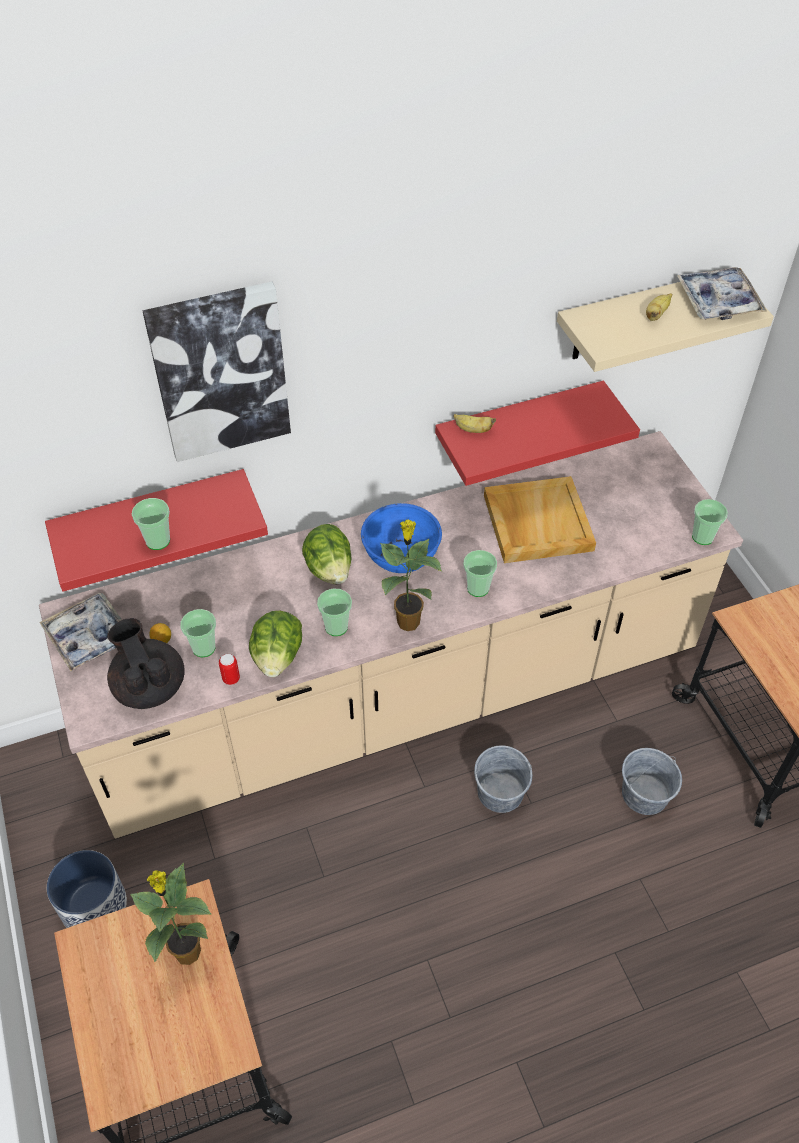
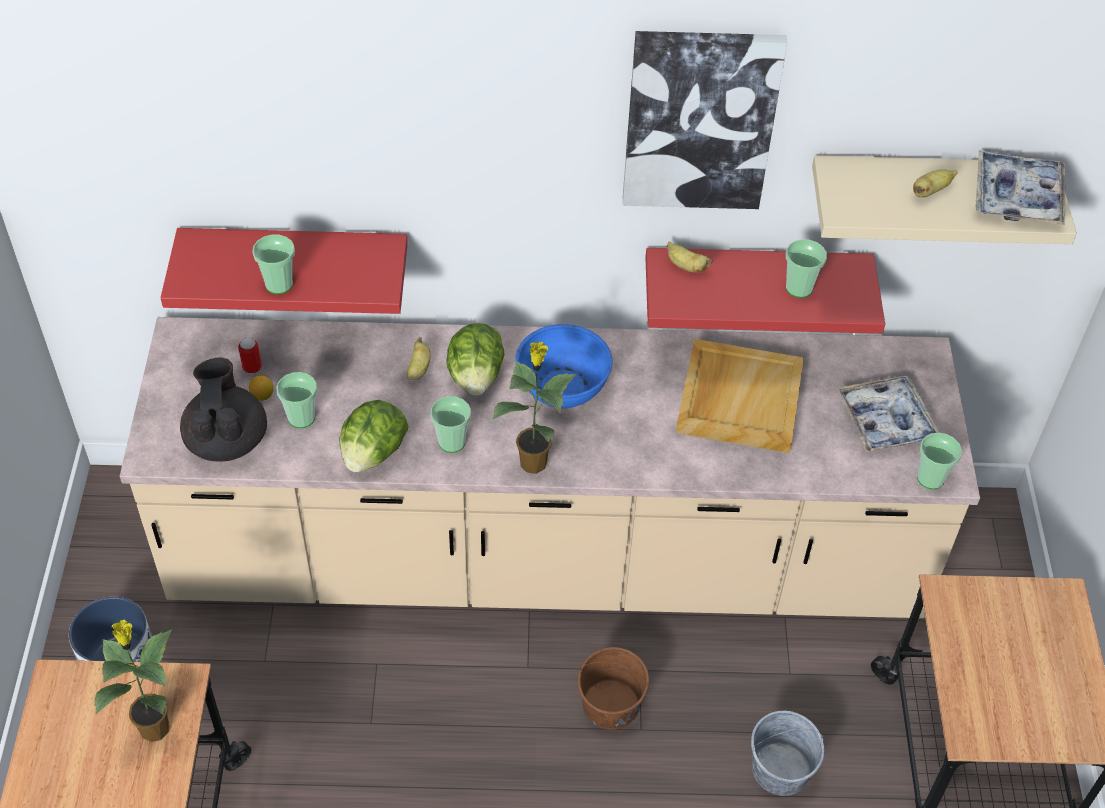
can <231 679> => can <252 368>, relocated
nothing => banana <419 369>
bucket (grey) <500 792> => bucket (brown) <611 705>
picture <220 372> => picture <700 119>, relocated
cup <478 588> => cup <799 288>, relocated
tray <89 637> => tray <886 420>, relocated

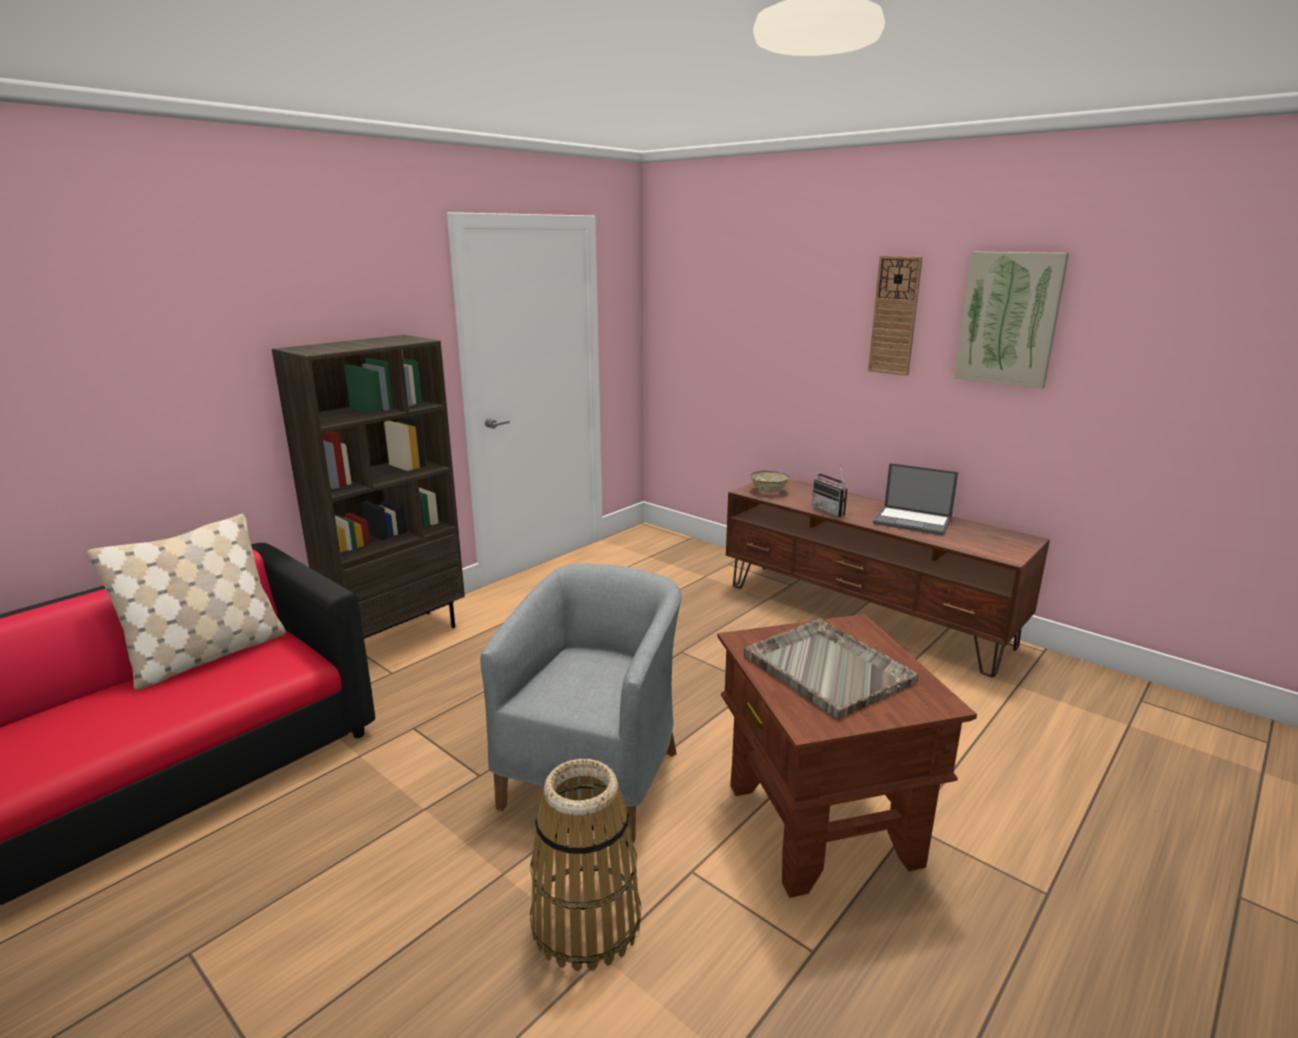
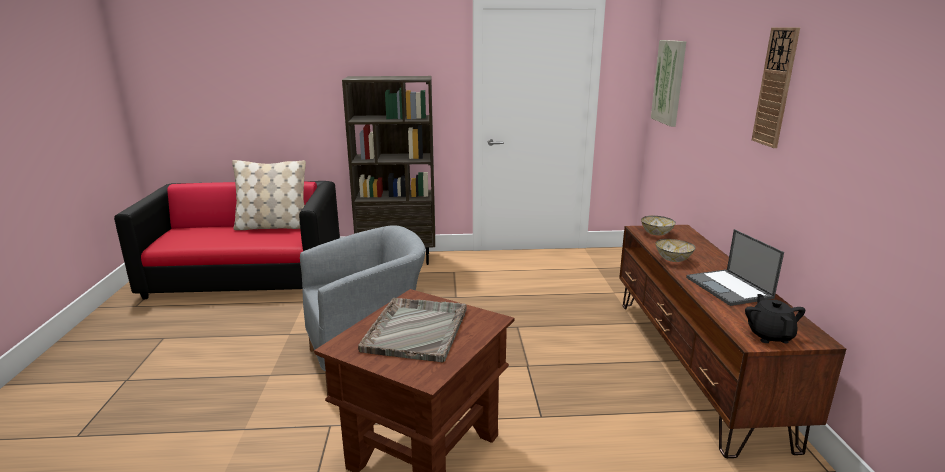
picture <1009 319> => picture <669 82>, relocated
radio <831 511> => bowl <673 259>
nothing => teapot (black) <769 335>
basket <586 921> => nothing

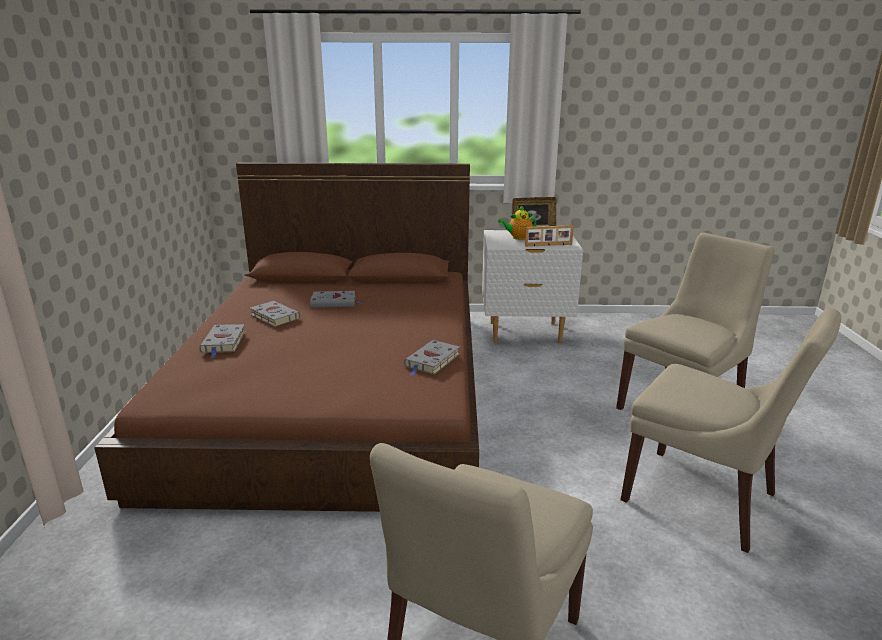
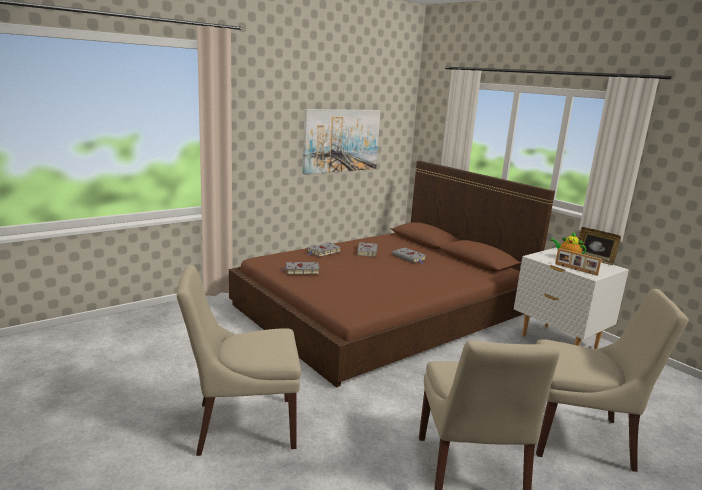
book (grey) <432 361> => book (grey) <301 270>, relocated
nothing => picture <341 140>

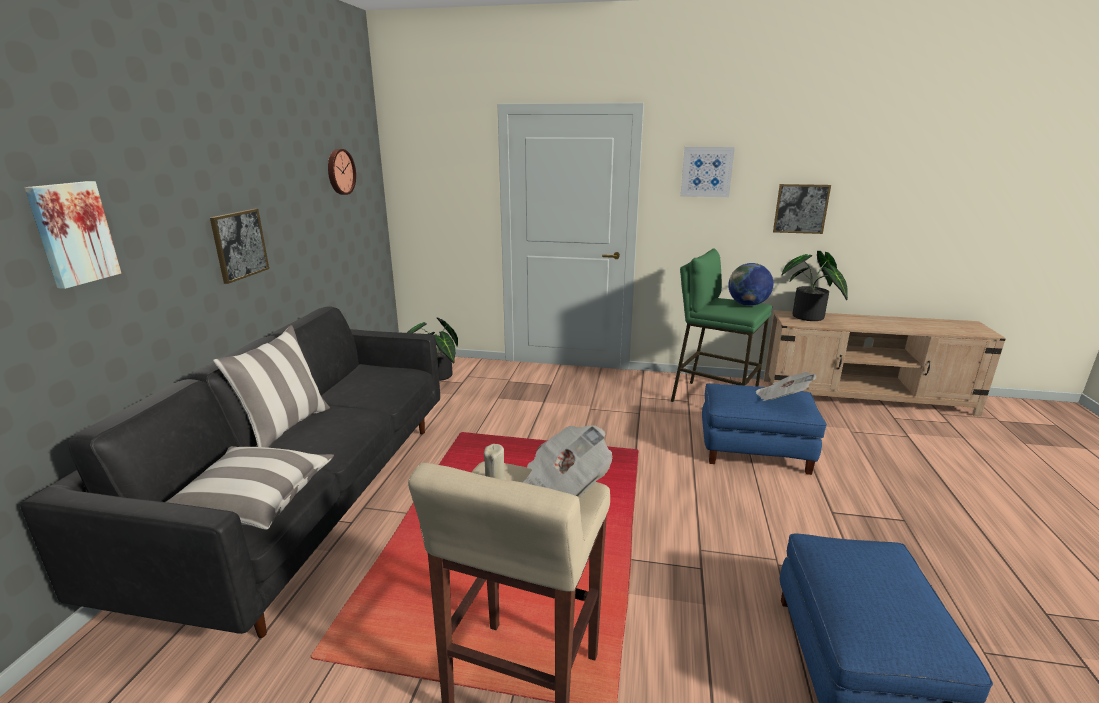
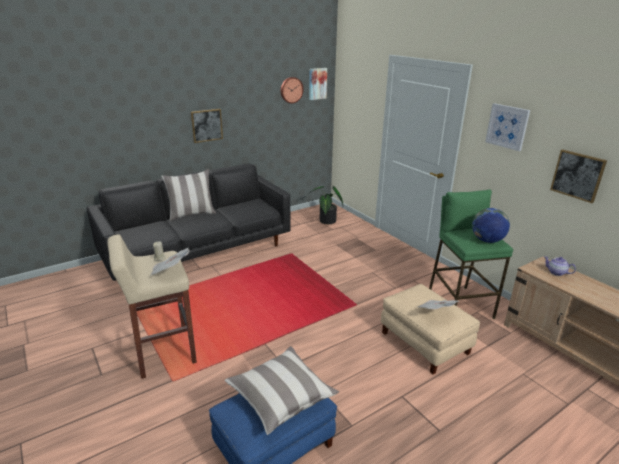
pillow <252 503> => pillow <281 397>, relocated
picture <72 233> => picture <317 83>, relocated
ottoman (blue) <755 450> => ottoman (beige) <425 342>
potted plant <809 318> => teapot <556 272>

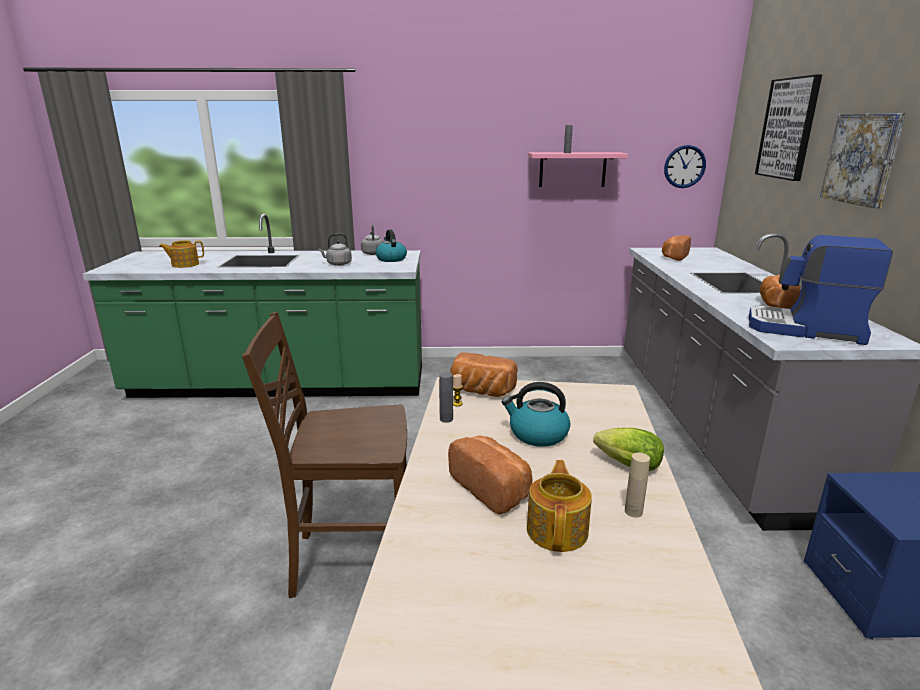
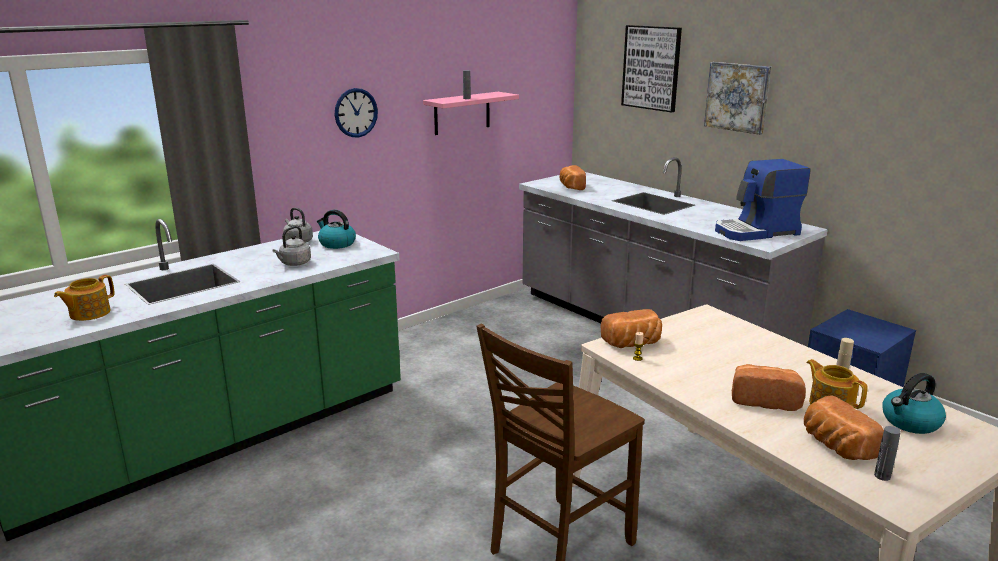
wall clock <684 166> => wall clock <356 112>, relocated
bread <775 304> => bread <835 446>, relocated
bottle (grey) <446 419> => bottle (grey) <882 476>, relocated
kettle <537 434> => kettle <910 422>, relocated
lettuce <624 464> => nothing

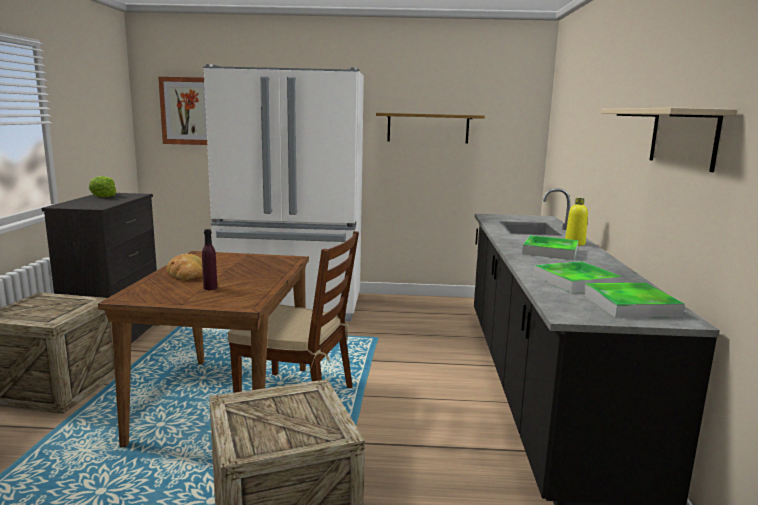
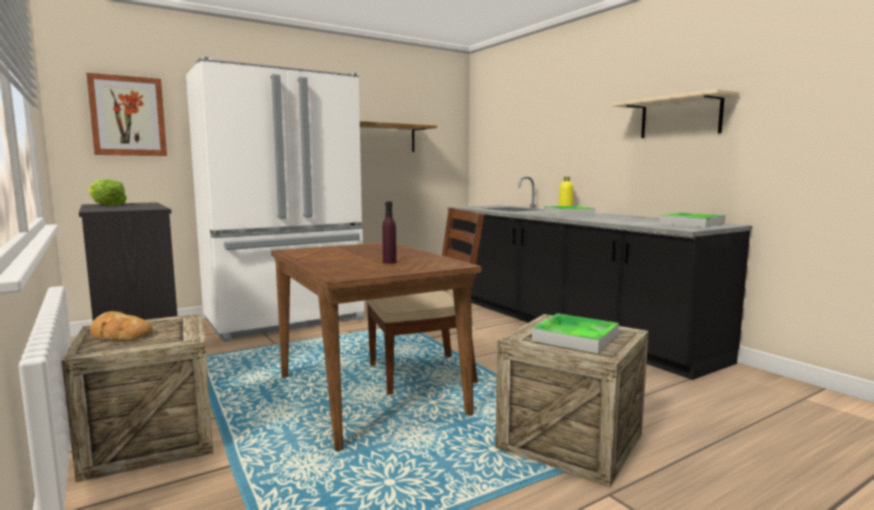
bread <186 273> => bread <119 334>, relocated
tray <575 281> => tray <575 338>, relocated

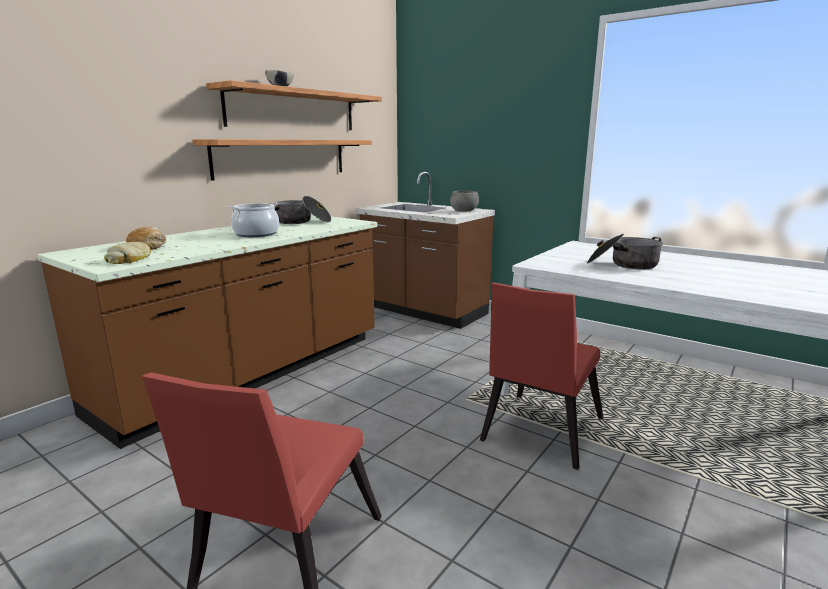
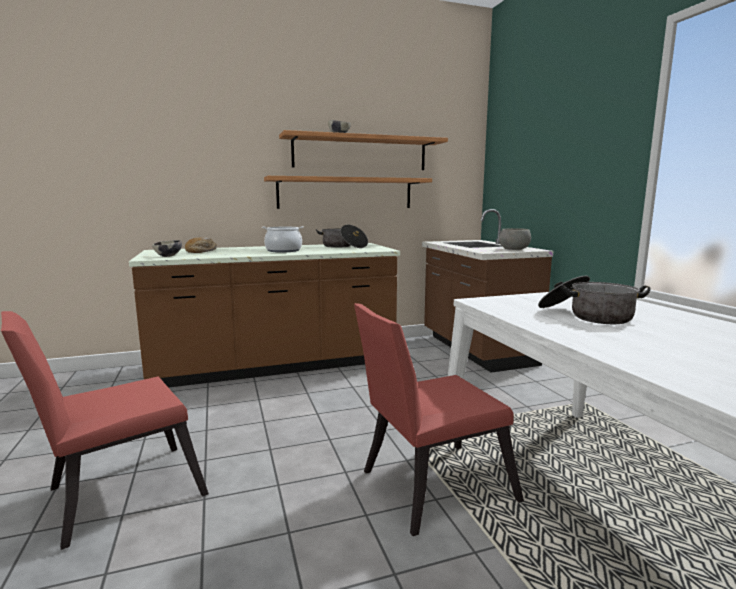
bread <131 259> => bowl <168 256>

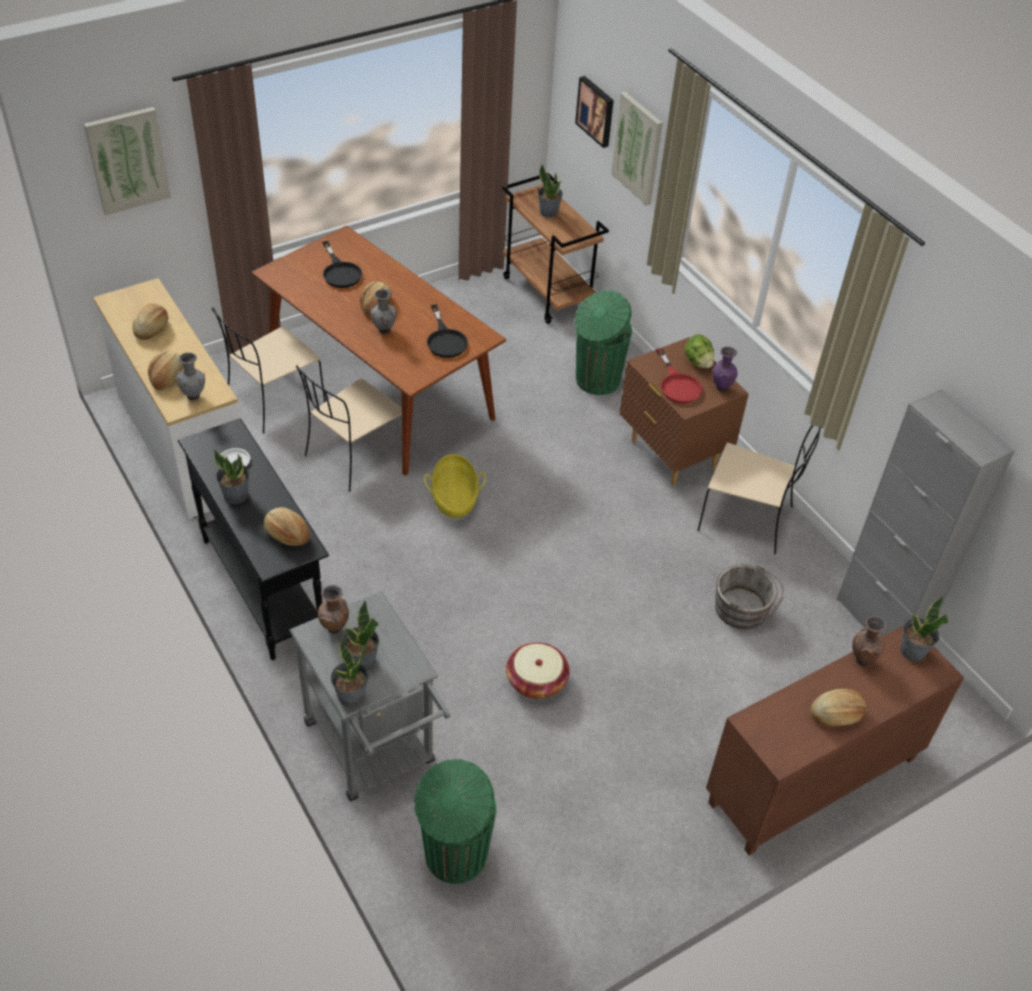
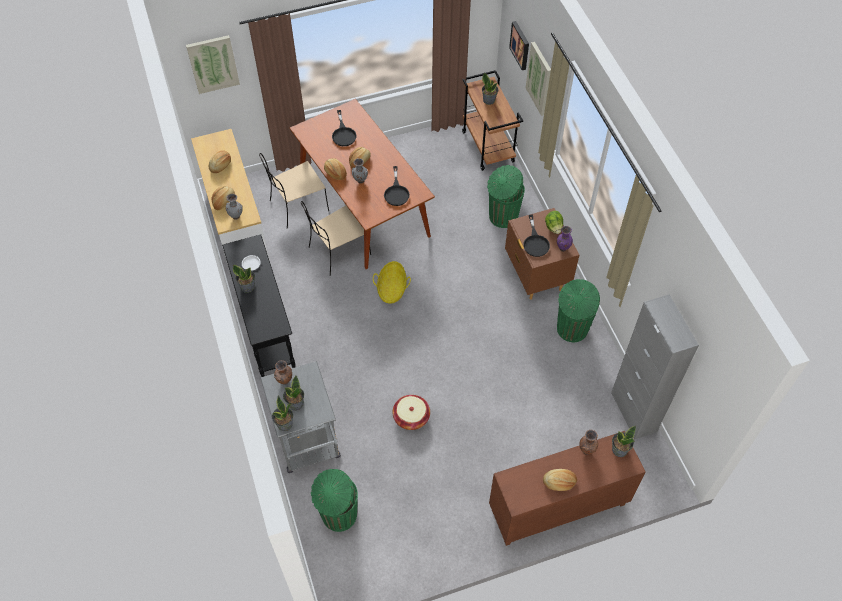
bread <286 533> => bread <335 172>, relocated
frying pan (red) <678 384> => frying pan (black) <535 242>
chair (beige) <748 519> => trash can (green) <571 329>
bucket (grey) <744 610> => nothing

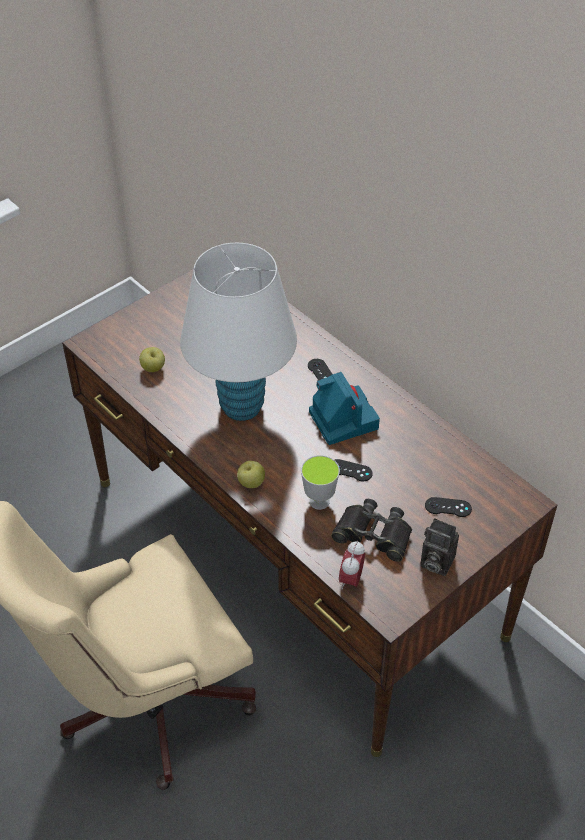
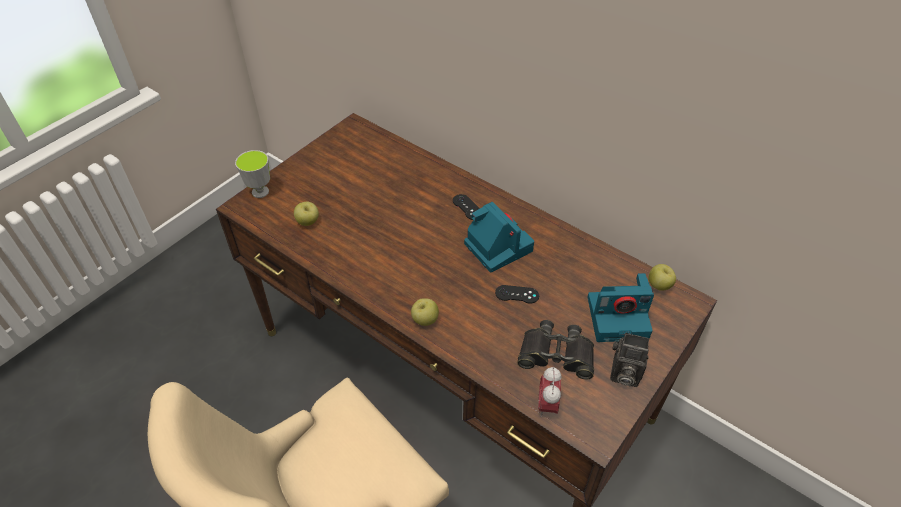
cup <319 501> => cup <260 192>, relocated
game controller (black) <448 507> => photo camera <618 317>
nothing => apple <659 285>
table lamp (white) <242 406> => nothing

